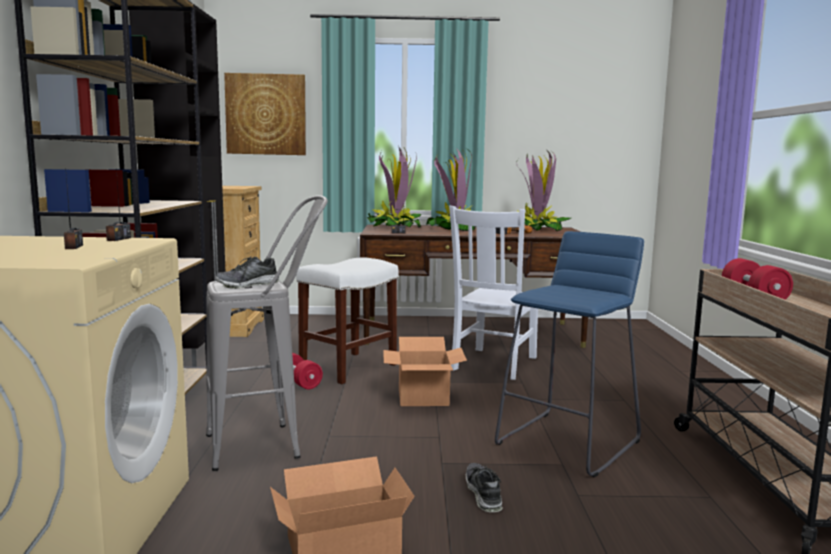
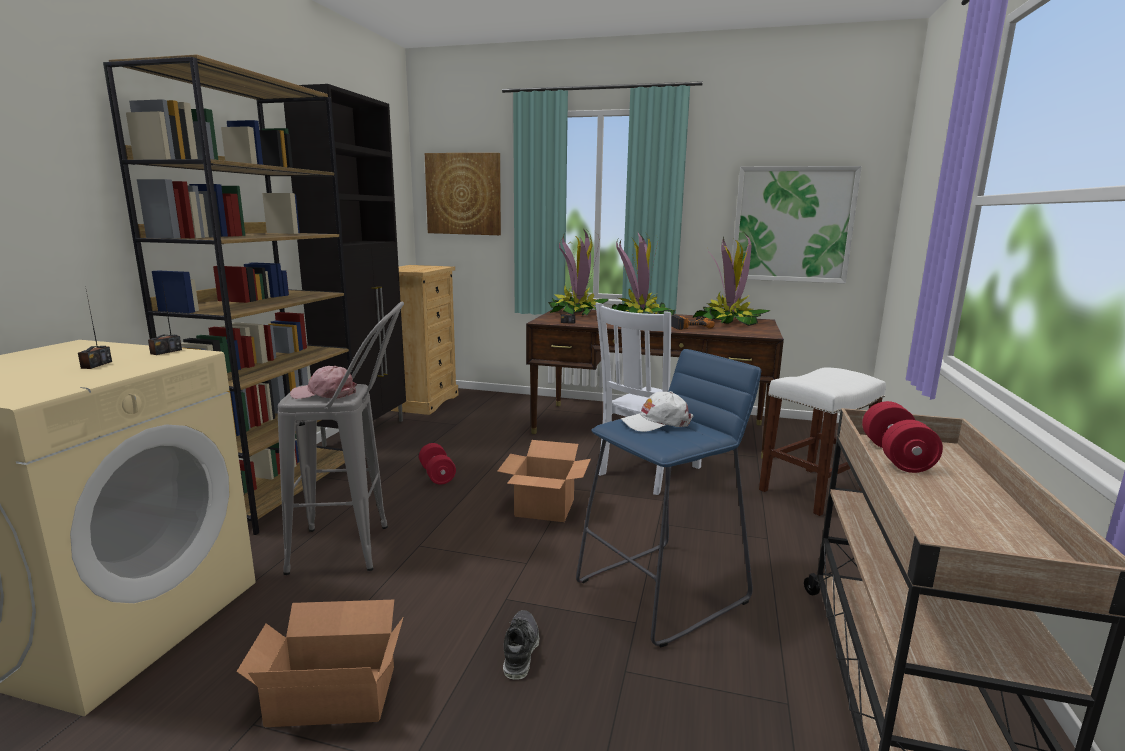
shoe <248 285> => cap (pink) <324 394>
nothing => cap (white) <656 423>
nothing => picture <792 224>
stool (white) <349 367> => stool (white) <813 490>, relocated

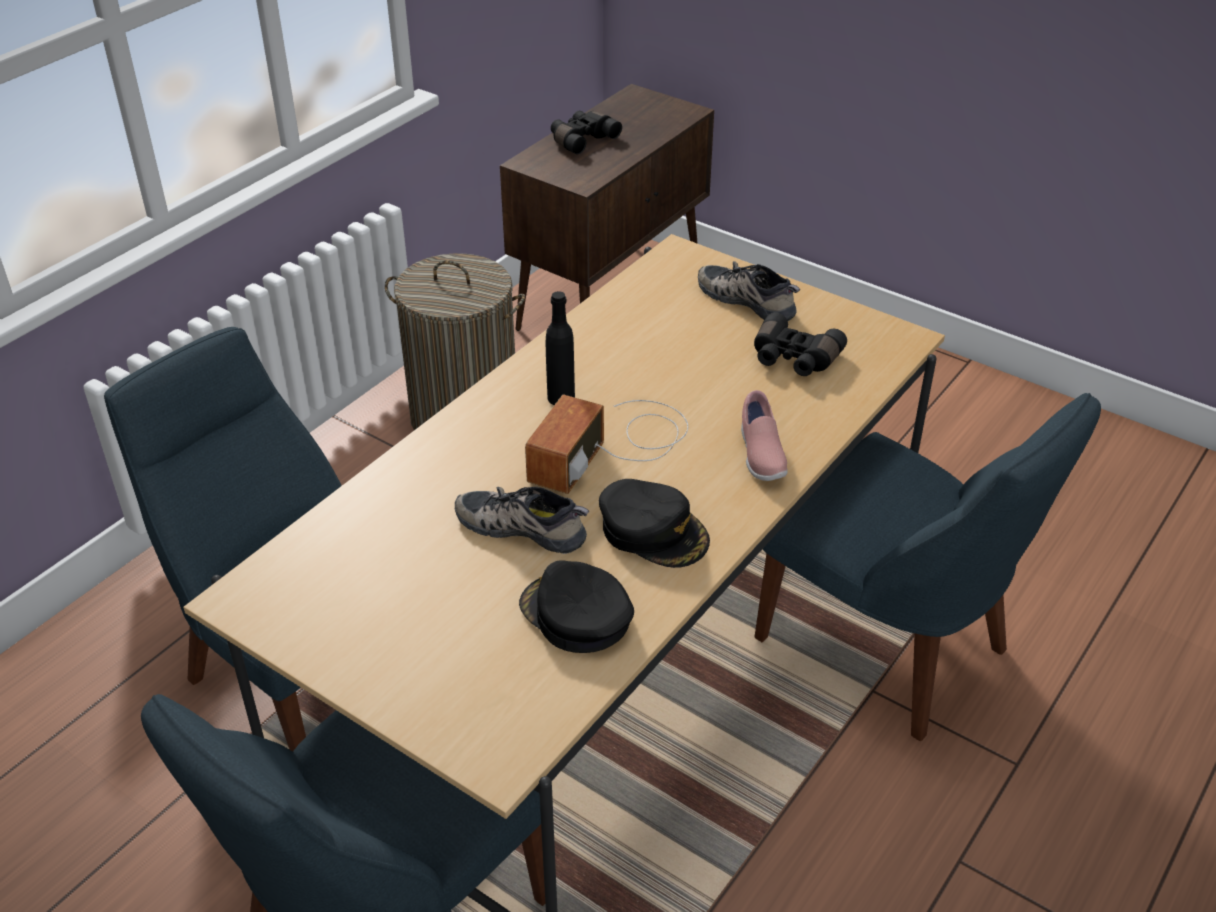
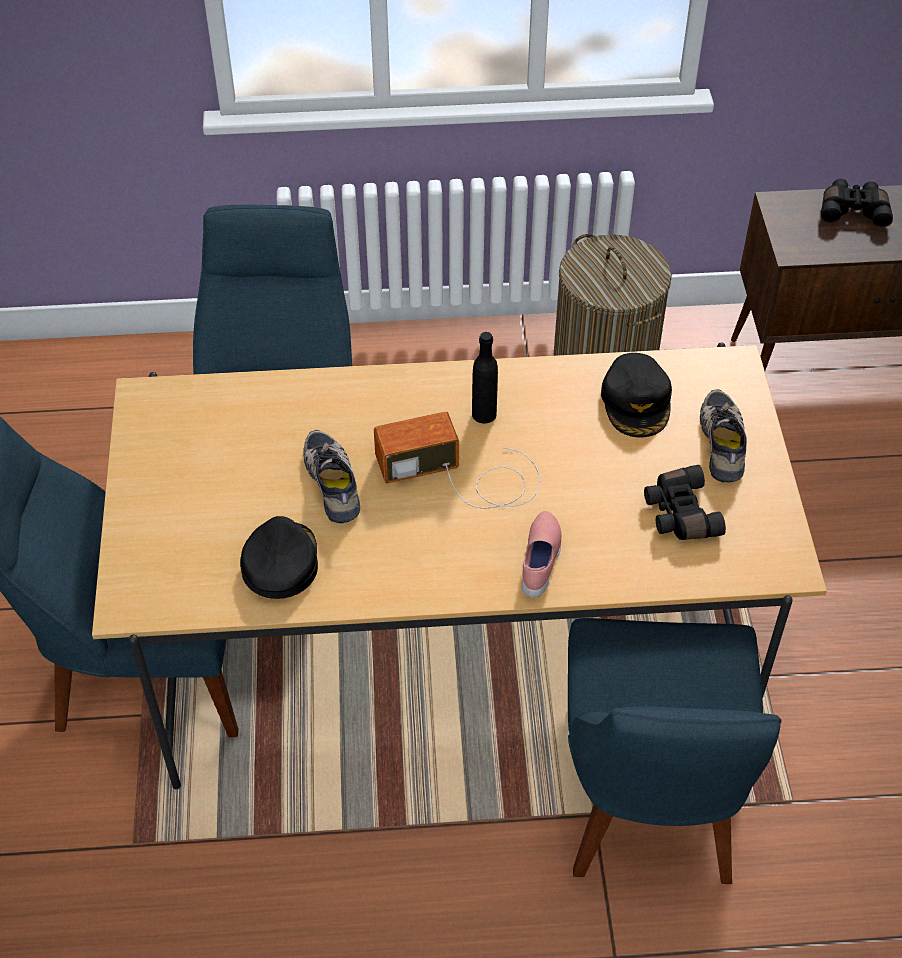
shoe (pink) <760 455> => shoe (pink) <541 561>, 150 degrees clockwise
cap (black) <653 531> => cap (black) <637 401>, relocated

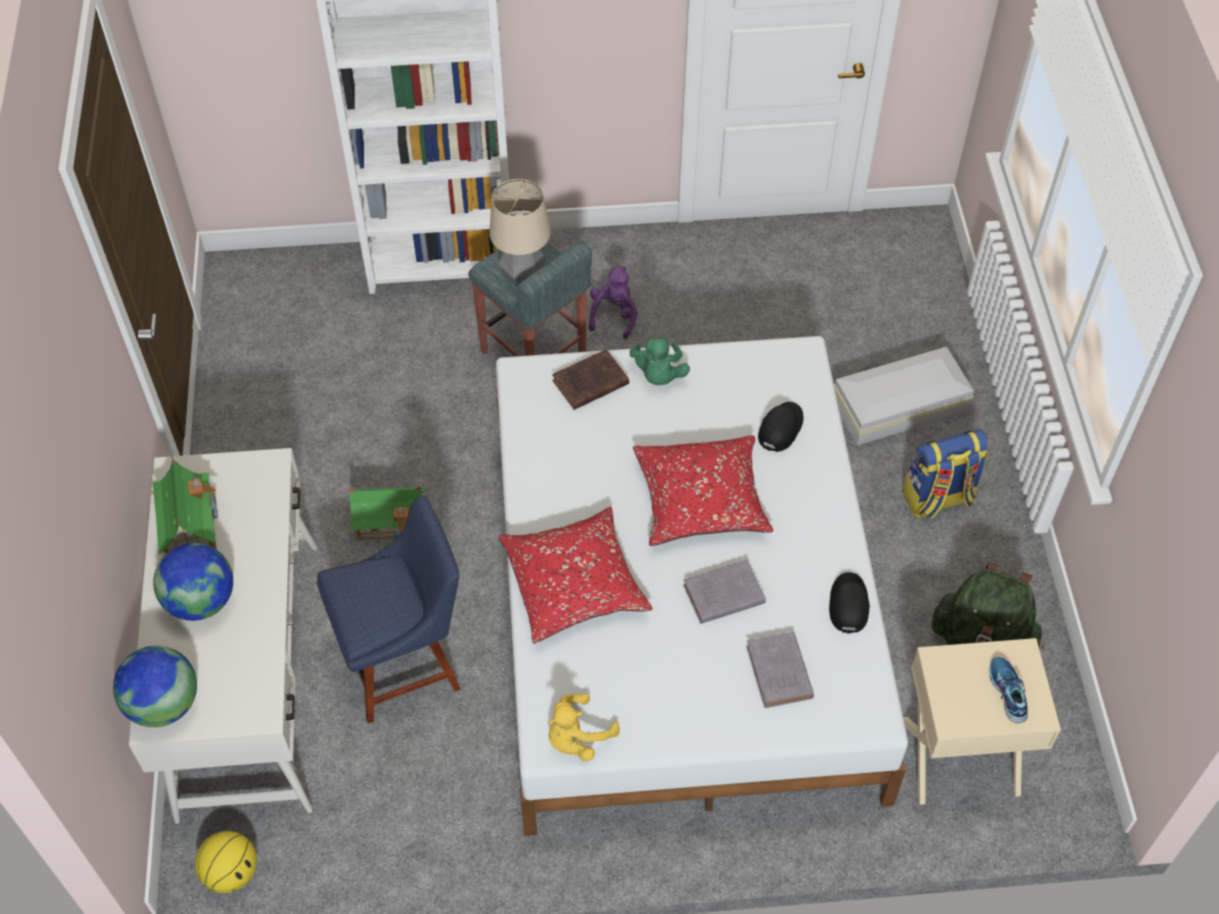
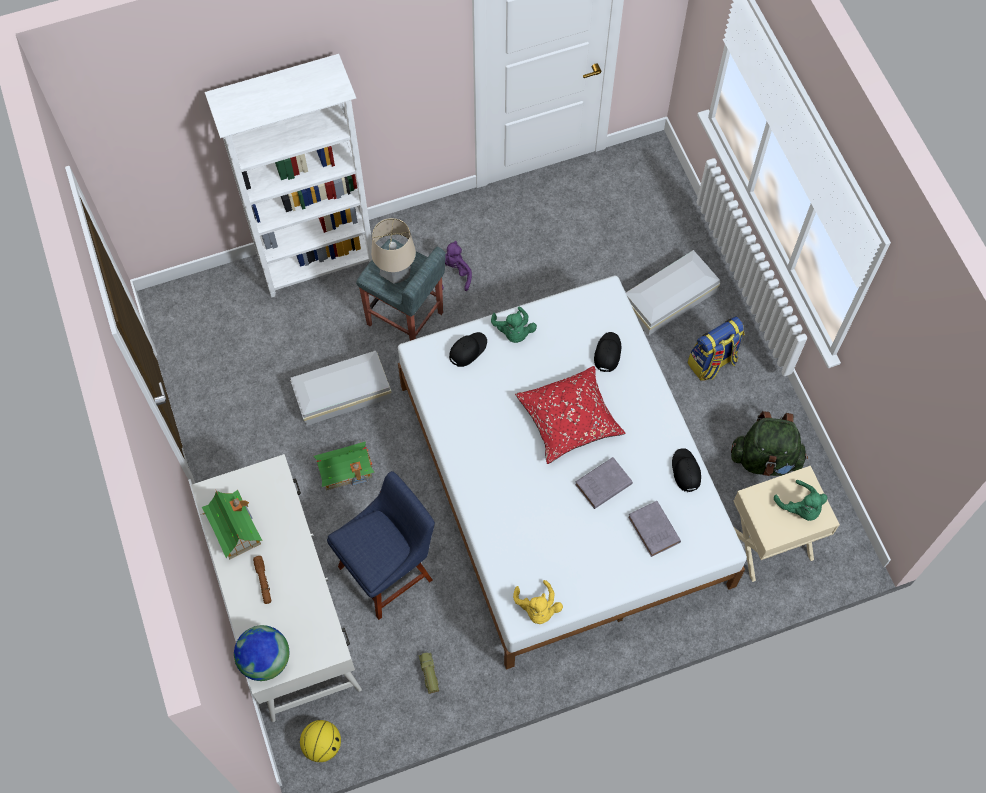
globe <201 601> => flashlight (brown) <263 581>
nothing => storage box (white) <340 392>
nothing => toy truck <429 674>
book (brown) <588 383> => cap (black) <468 350>
plush toy (yellow) <577 738> => plush toy (yellow) <537 608>, 45 degrees counterclockwise
shoe <1007 692> => plush toy (green) <801 508>
pillow (red) <574 584> => nothing

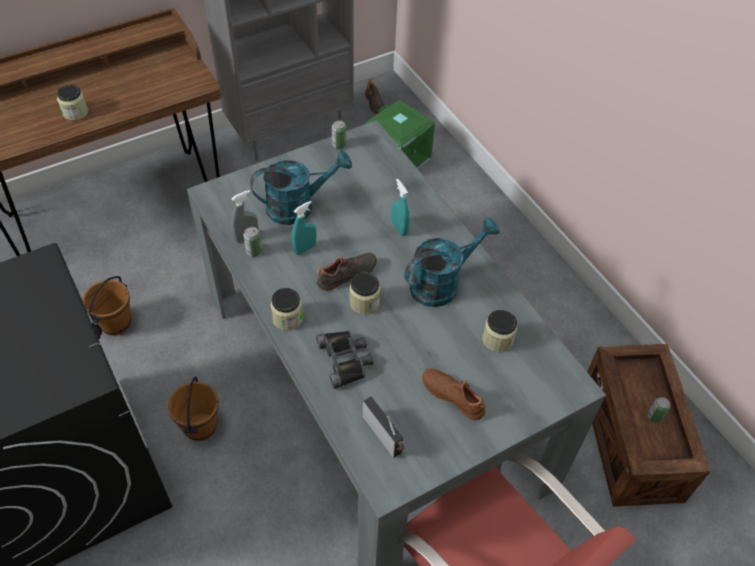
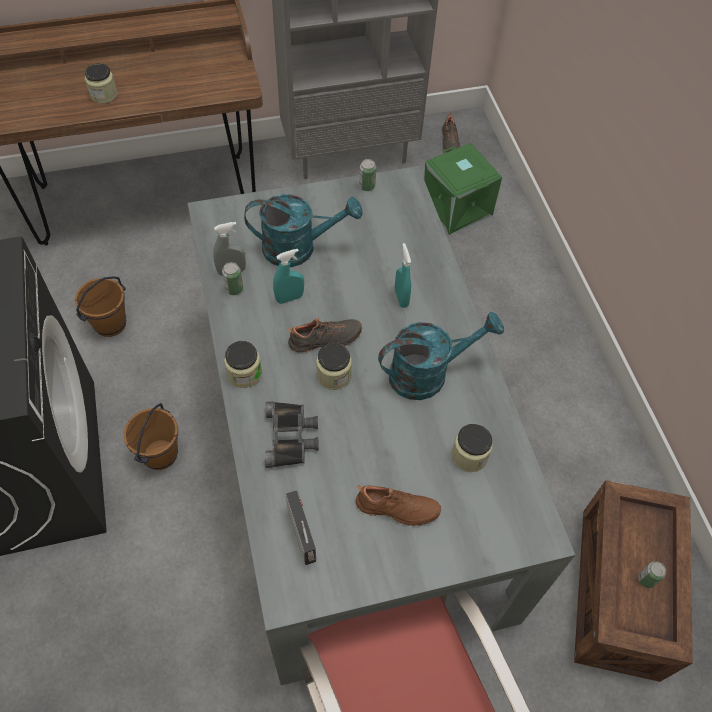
shoe (brown) <454 396> => shoe (brown) <397 510>, 135 degrees clockwise

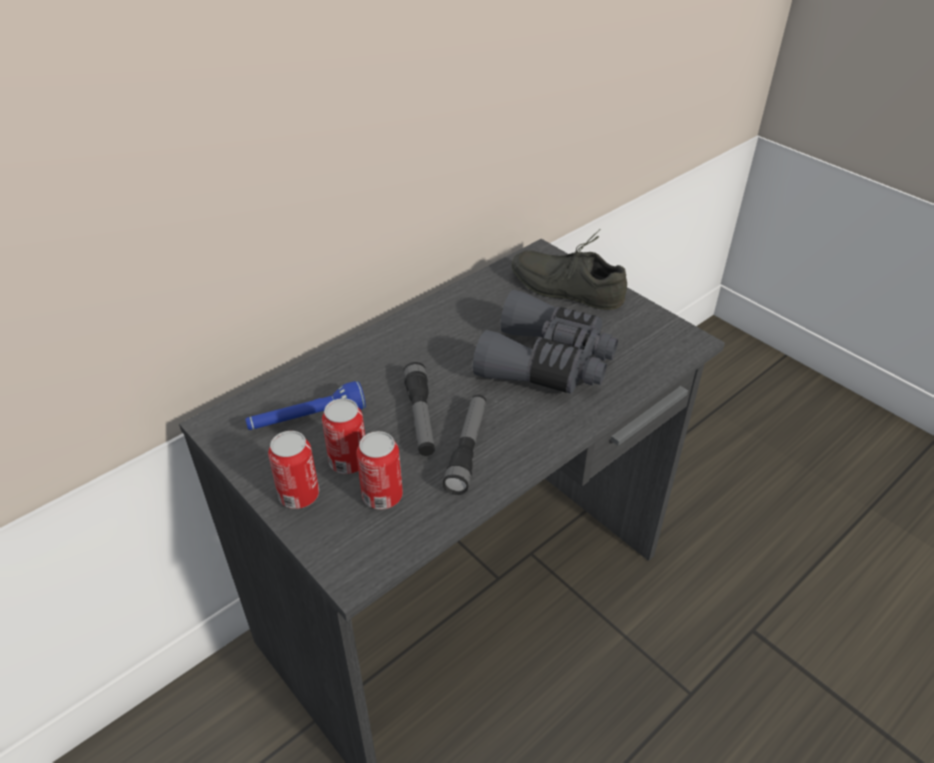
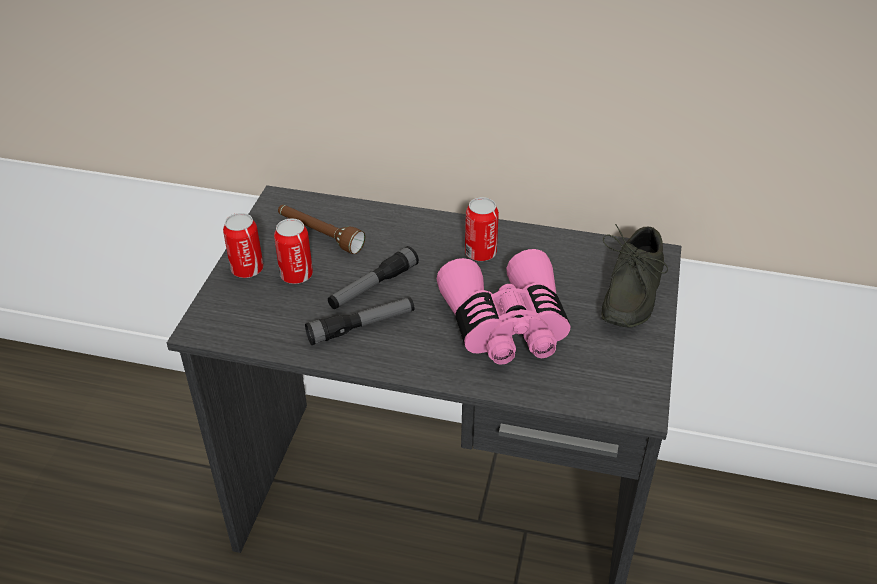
flashlight (blue) <307 419> => flashlight (brown) <319 235>
binoculars (grey) <547 363> => binoculars (pink) <506 325>
can <382 496> => can <480 253>, relocated
shoe (grey) <568 286> => shoe (grey) <627 293>, 150 degrees counterclockwise

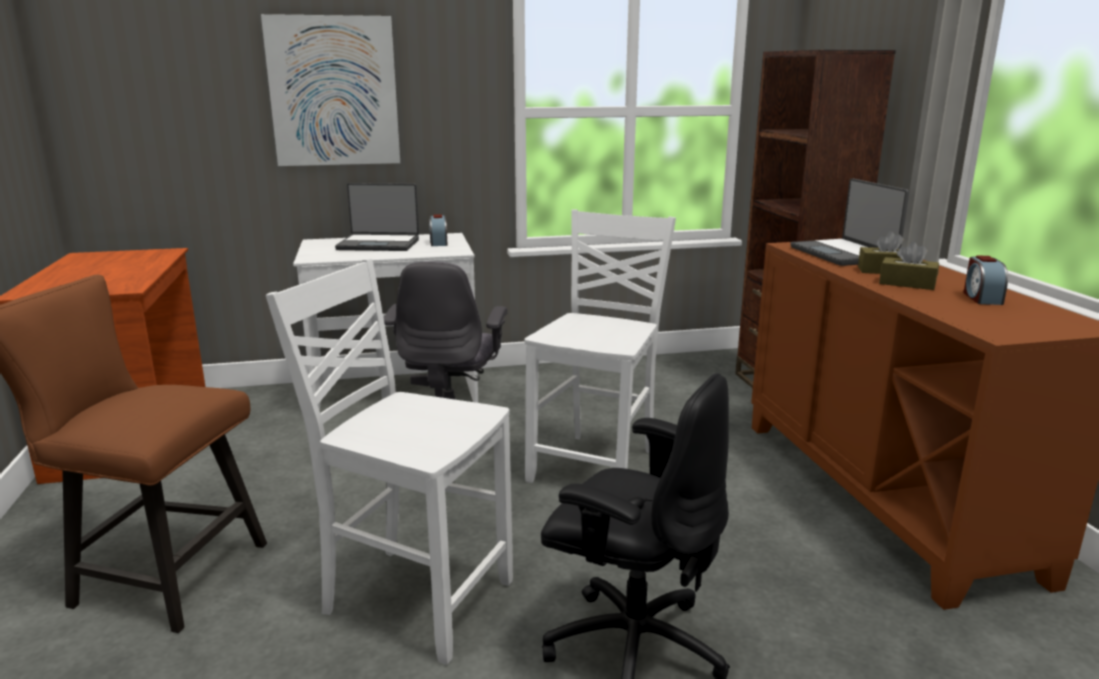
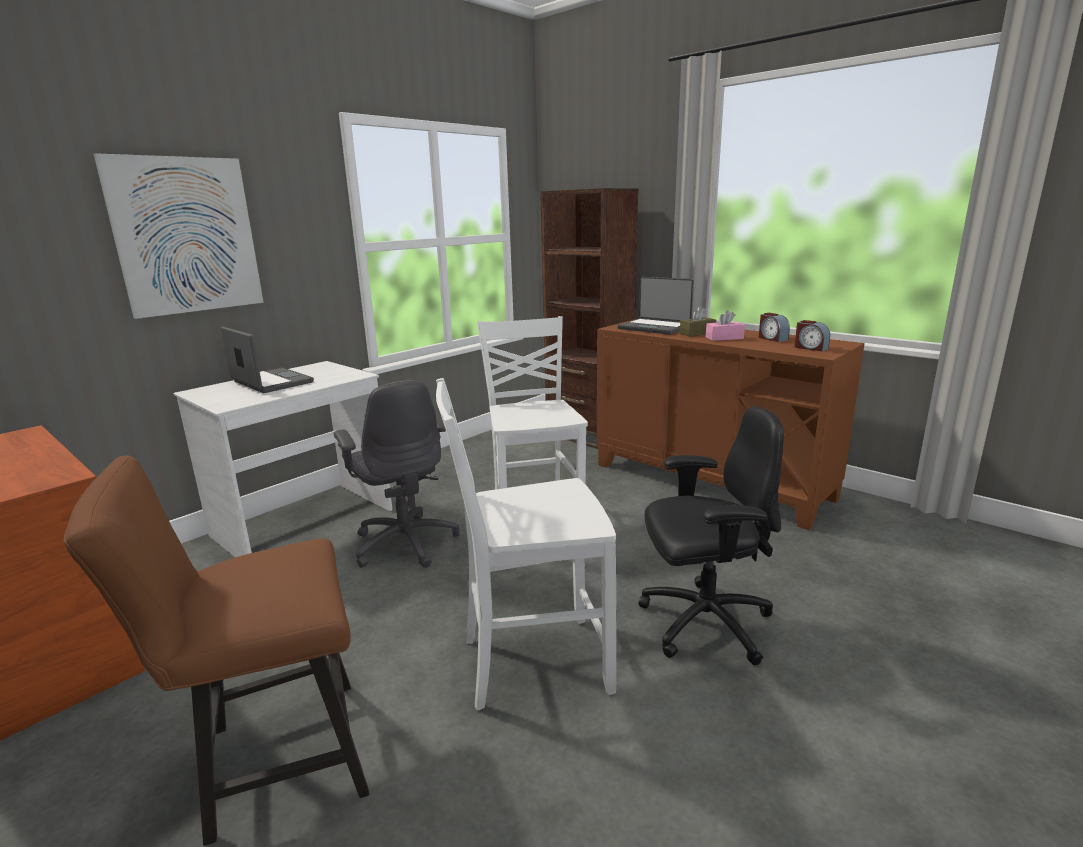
laptop <379 244> => laptop <270 382>, 105 degrees counterclockwise
tissue box (brown) <907 284> => tissue box (pink) <724 338>
alarm clock <438 242> => alarm clock <810 348>, relocated

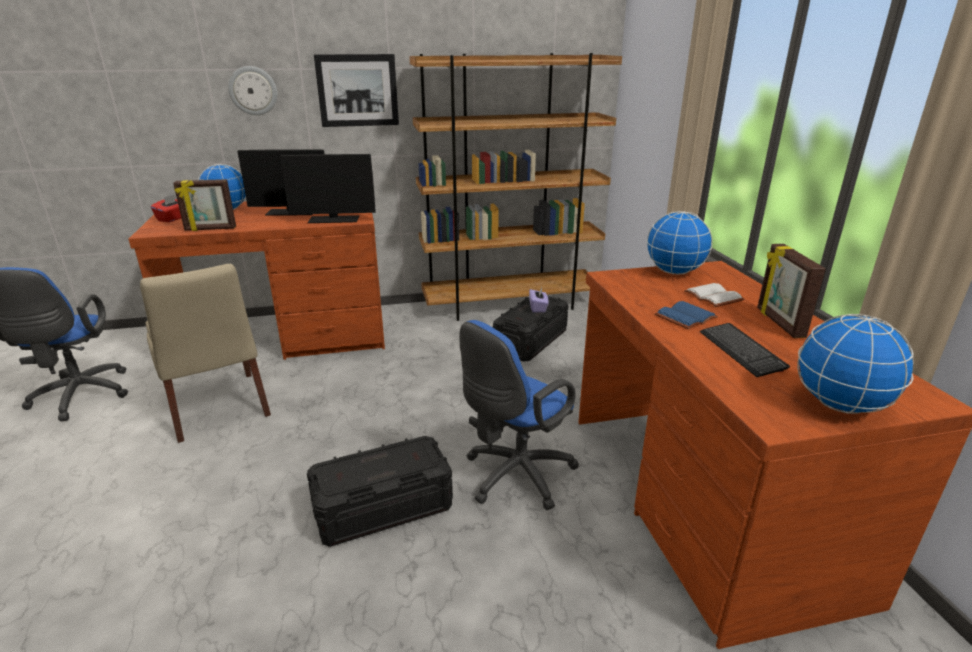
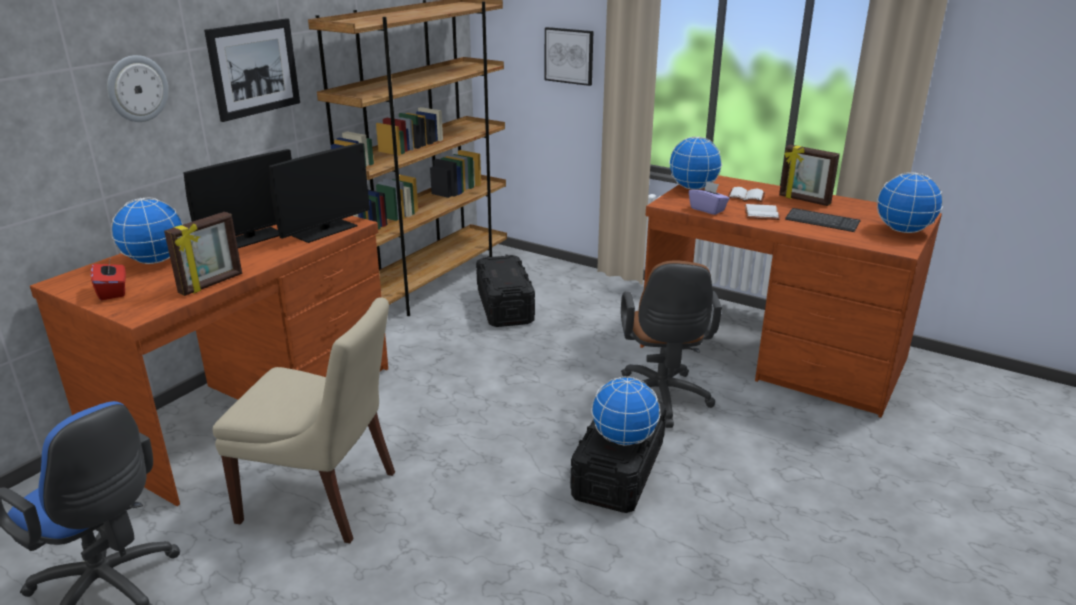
nothing => picture <569 56>
nothing => globe <624 439>
office chair (blue) <514 476> => office chair (brown) <661 401>
tissue box (purple) <538 308> => tissue box (purple) <707 209>, relocated
book (blue) <686 318> => book (white) <762 214>

